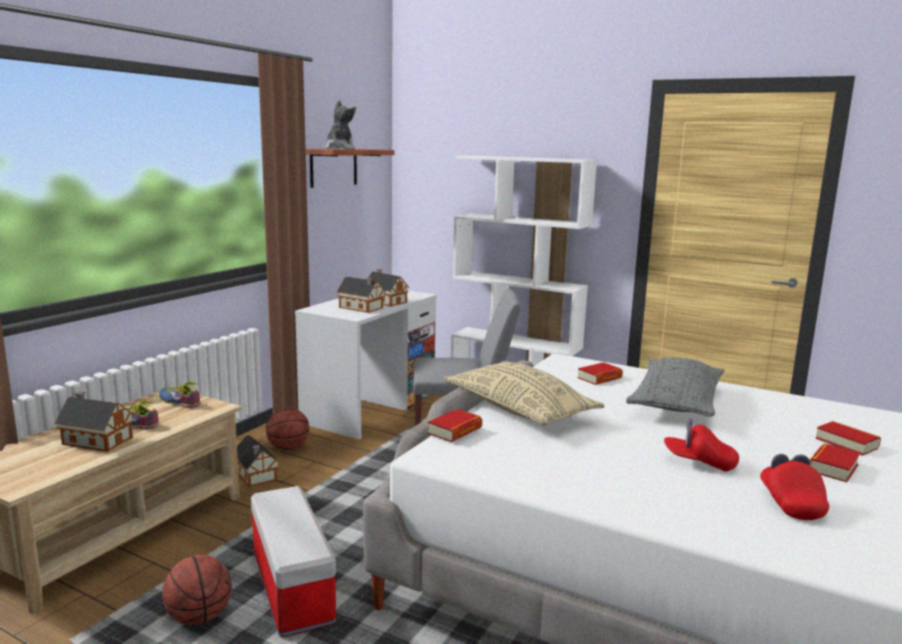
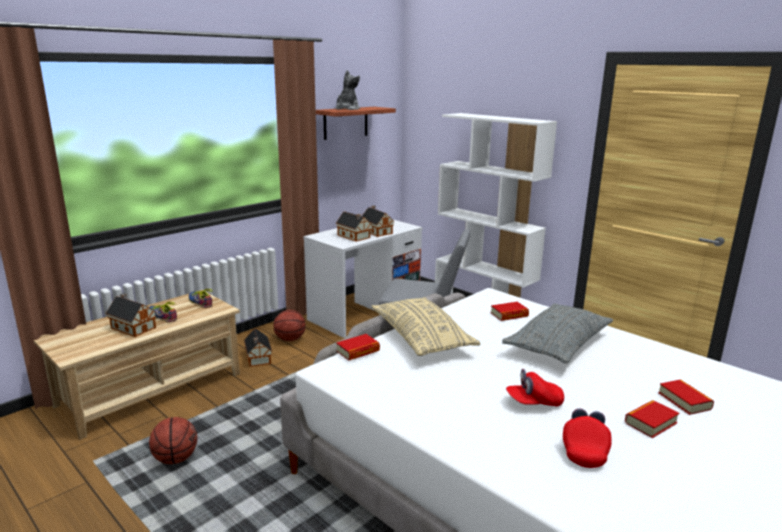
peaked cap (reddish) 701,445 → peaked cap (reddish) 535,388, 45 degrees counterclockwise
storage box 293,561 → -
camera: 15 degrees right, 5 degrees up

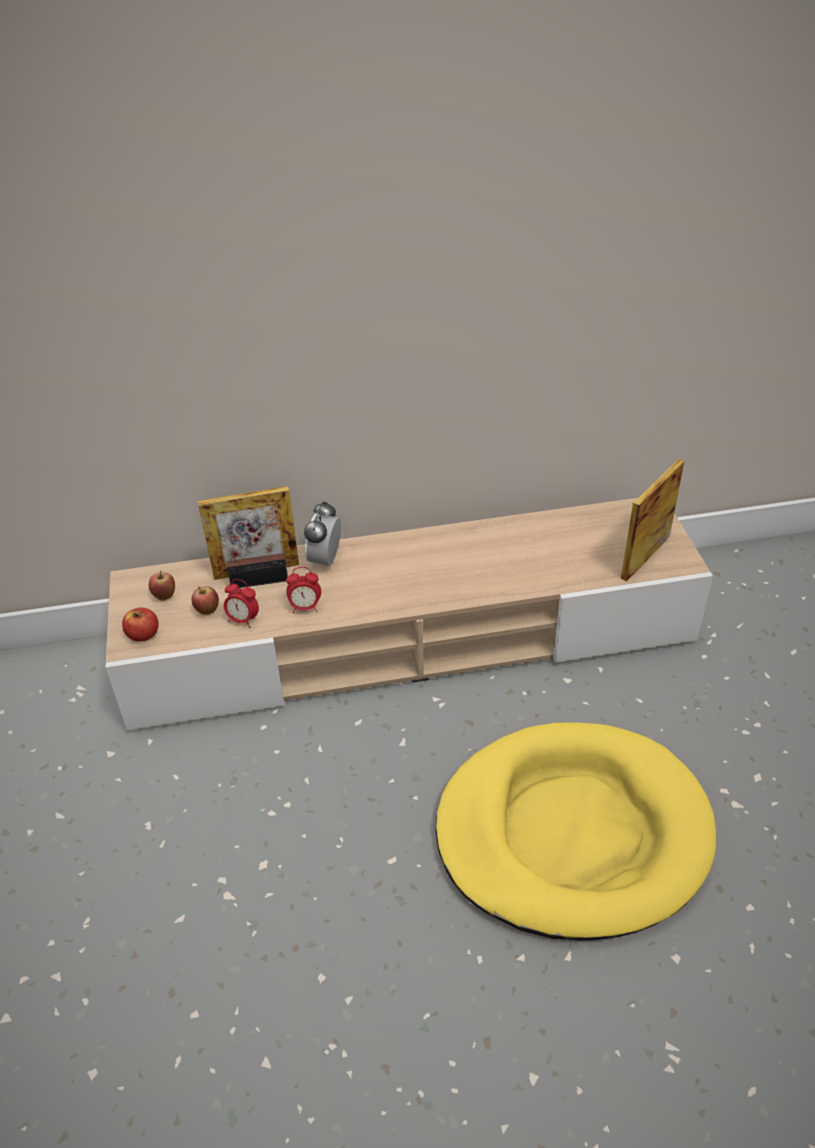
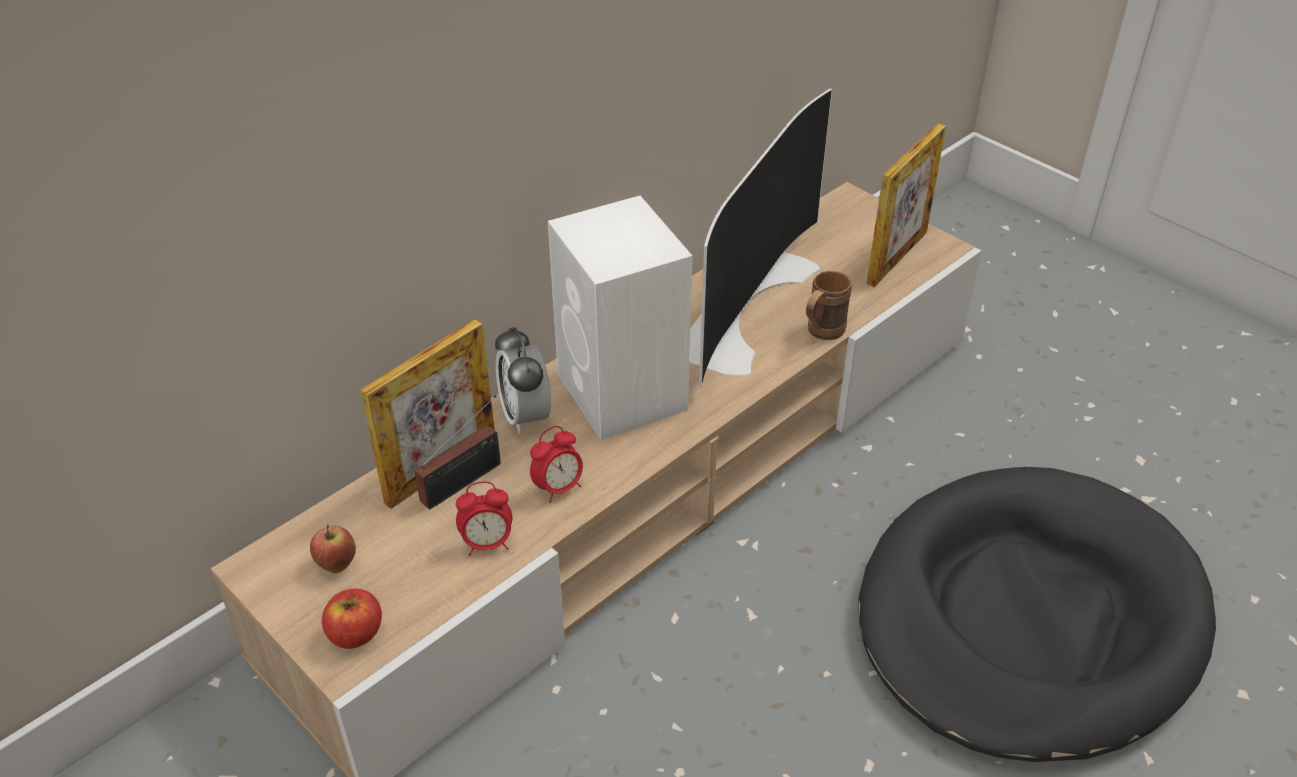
- → speaker (white-coloured) 620,318
- → television 760,238
- → tea mug (brownish) 828,305
pet bed (yellow) 576,831 → pet bed (blackish) 1037,614
picture frame 653,520 → picture frame 906,205, 150 degrees counterclockwise
apple 205,600 → -
camera: 35 degrees left, 0 degrees up

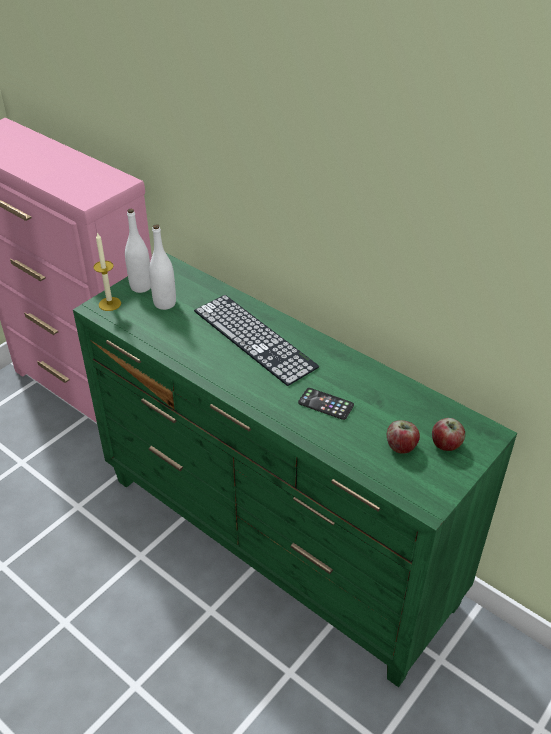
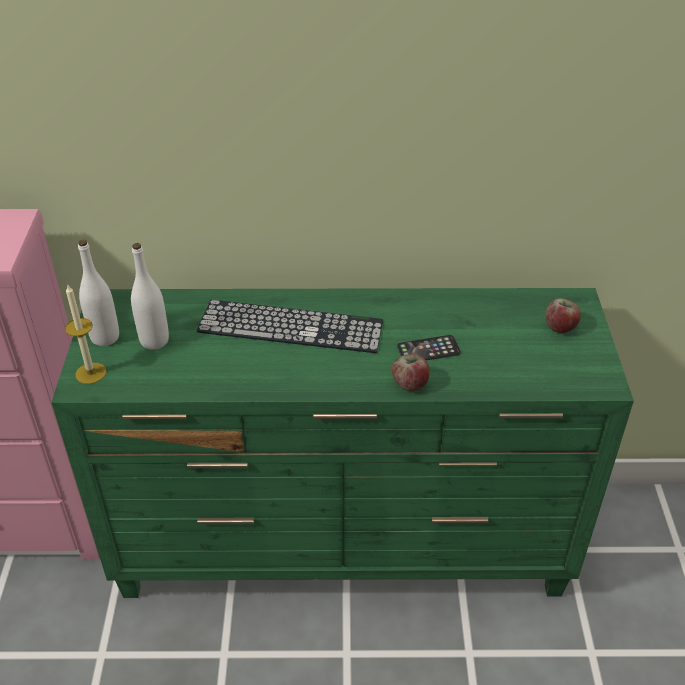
apple 403,437 → apple 411,372, relocated
camera: 40 degrees left, 0 degrees up

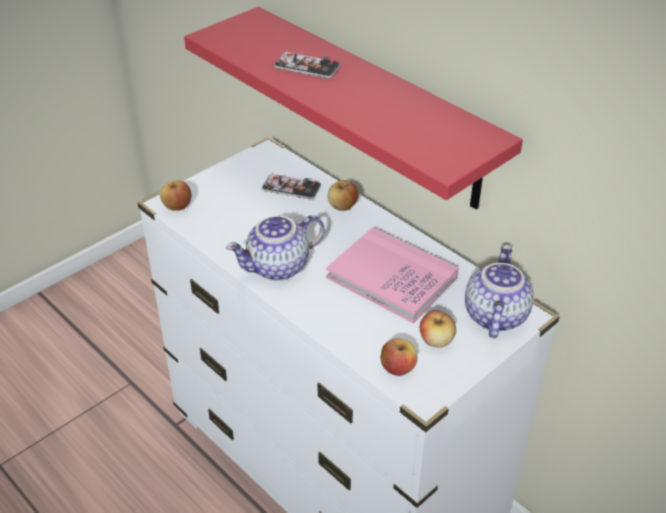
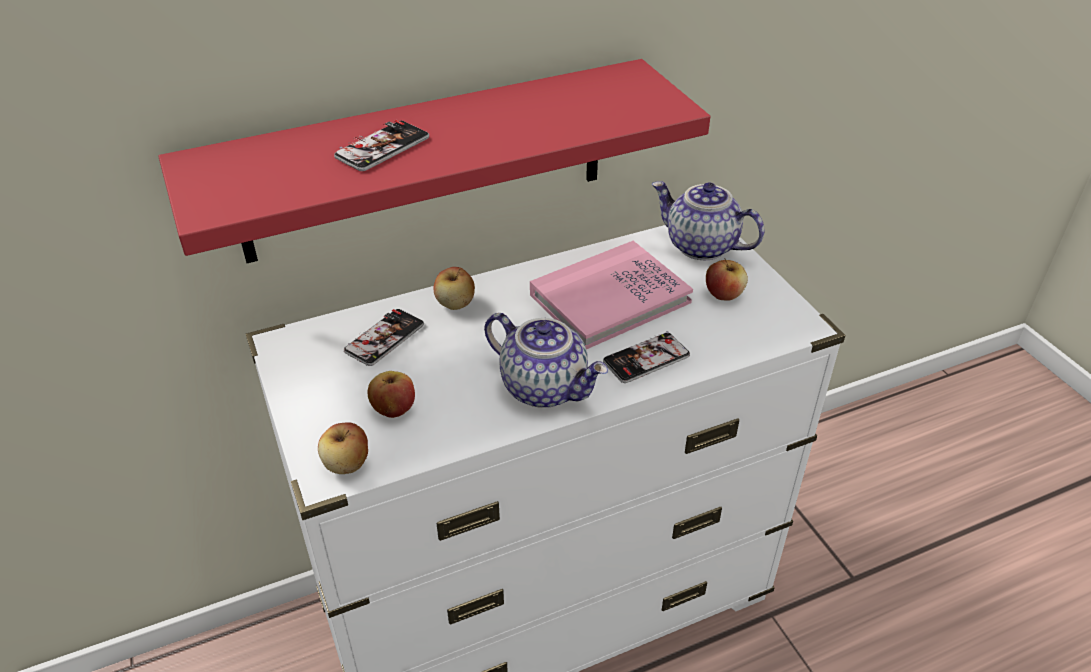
apple 399,357 → apple 391,394, relocated
tea pot 275,248 → tea pot 546,360, 45 degrees counterclockwise
- → phone 646,357
camera: 70 degrees left, 0 degrees up

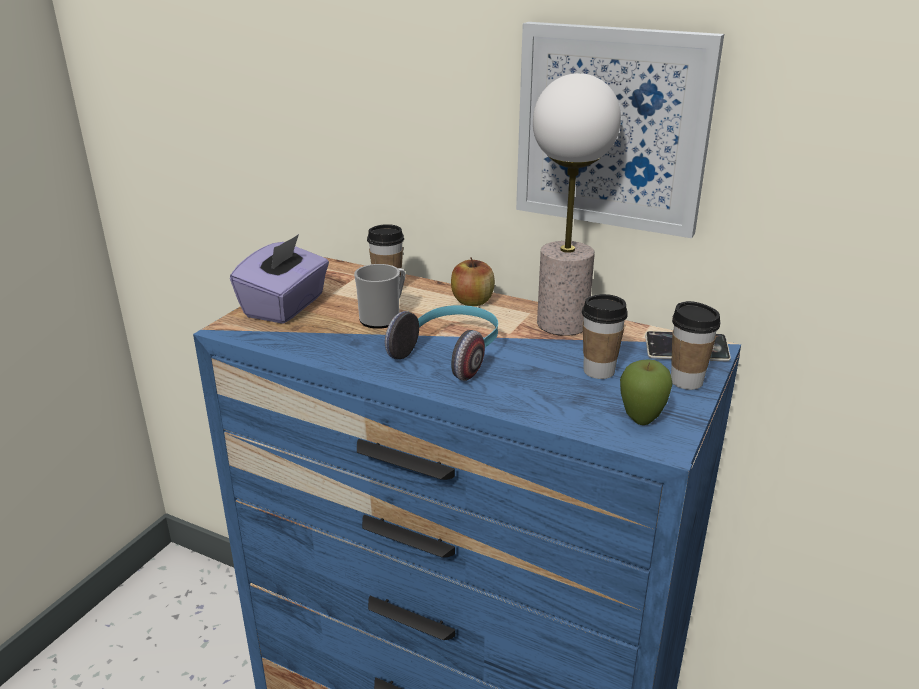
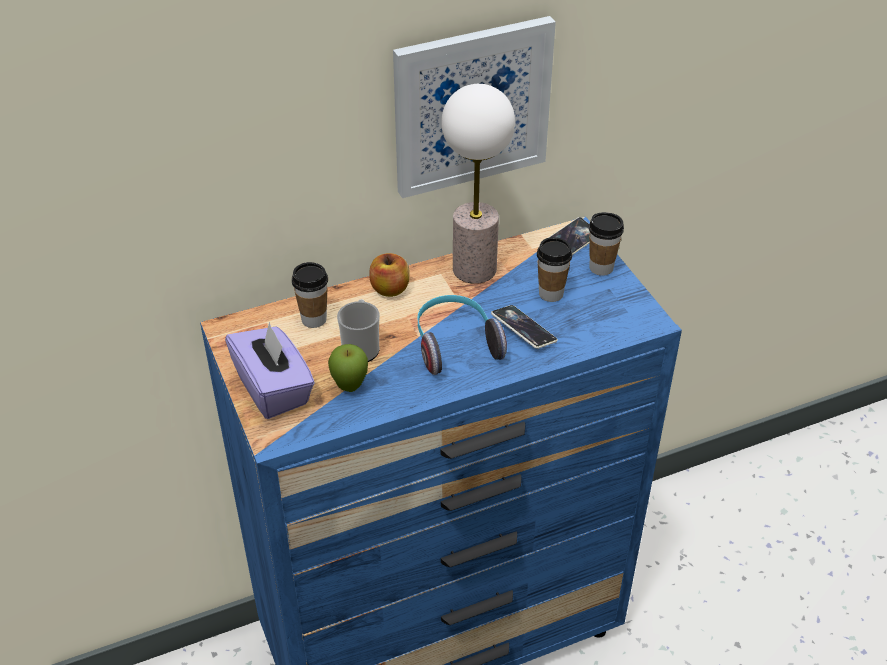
apple 646,392 → apple 348,368, relocated
- → phone 524,327
camera: 50 degrees left, 15 degrees up

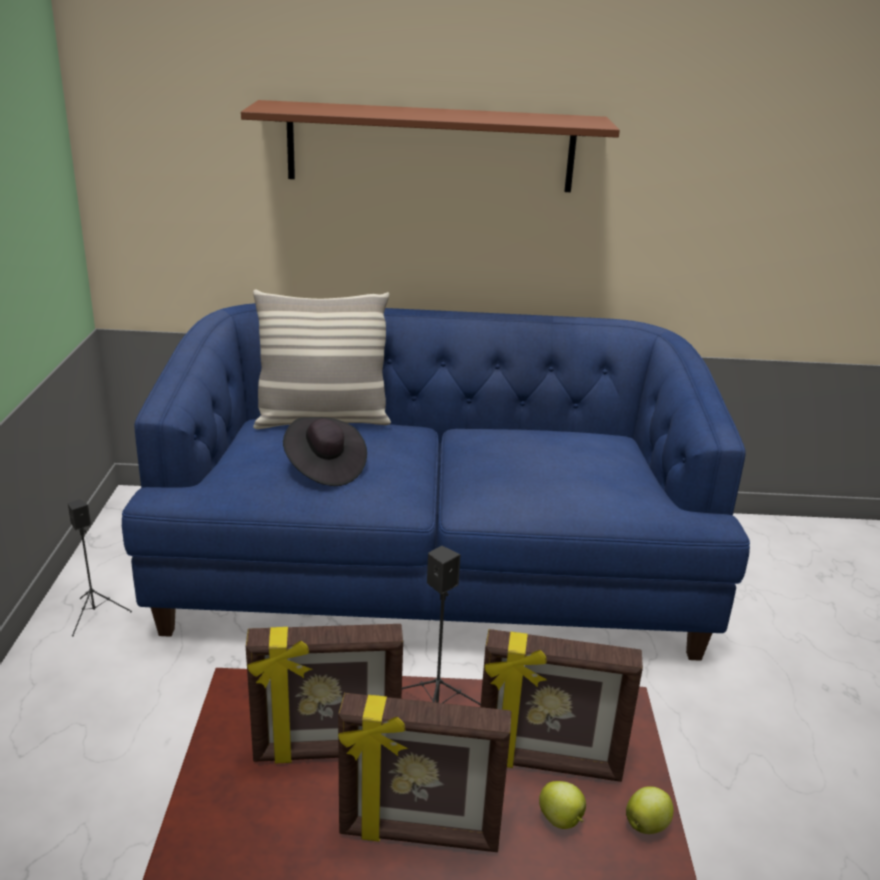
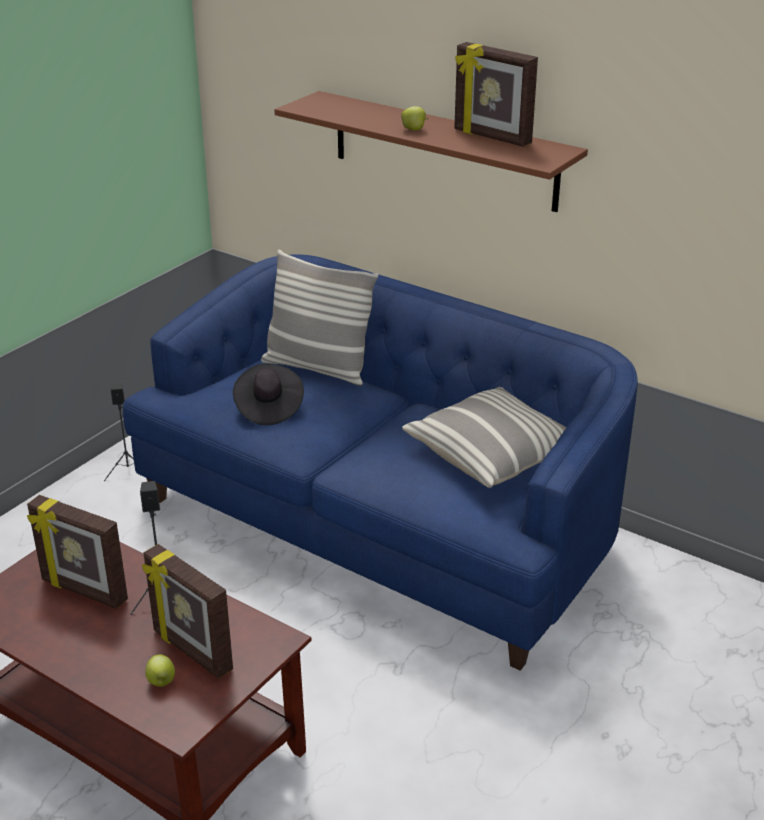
apple 650,810 → apple 414,118, relocated
- → cushion 484,437
picture frame 424,772 → picture frame 496,94, relocated
camera: 35 degrees right, 5 degrees up

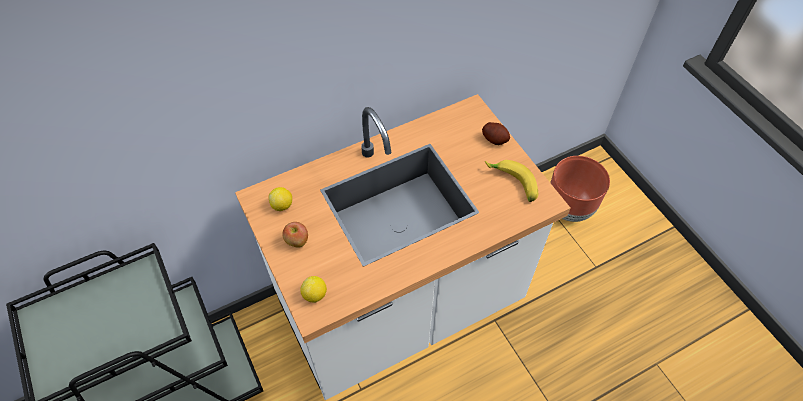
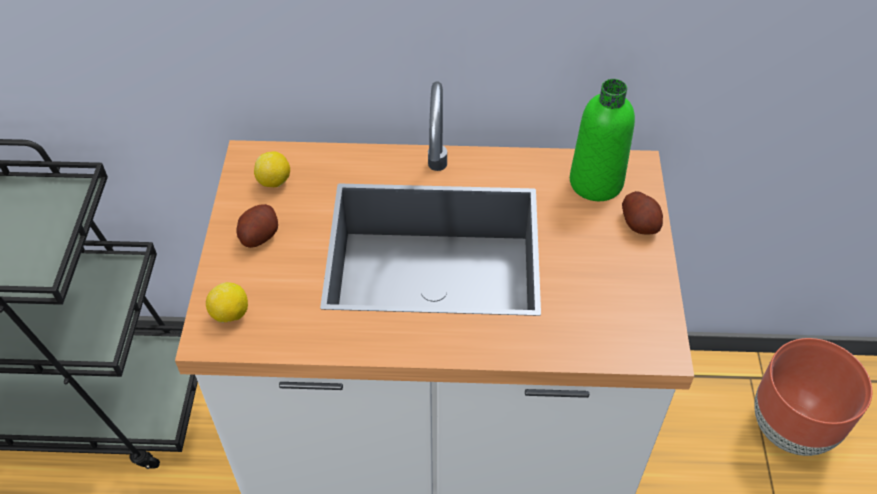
apple 295,235 → whole potato 257,226
- → drink bottle (green-coloured) 602,140
whole banana 511,181 → -
camera: 30 degrees right, 5 degrees down

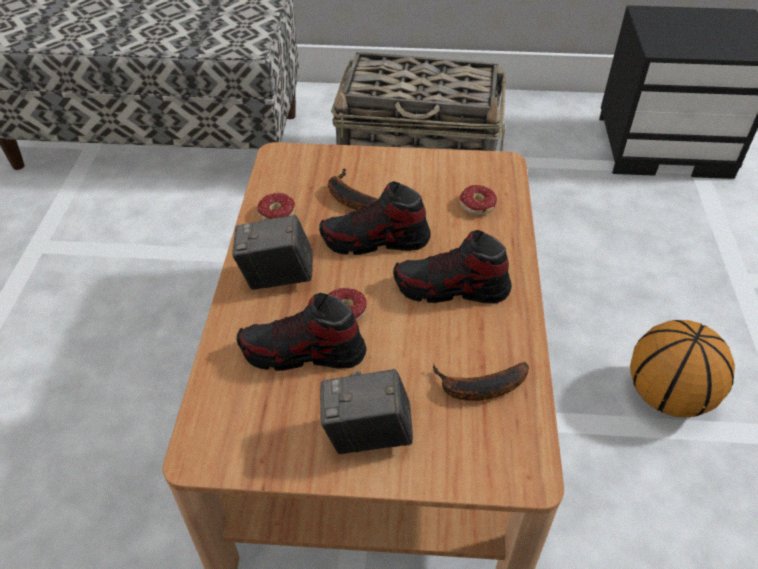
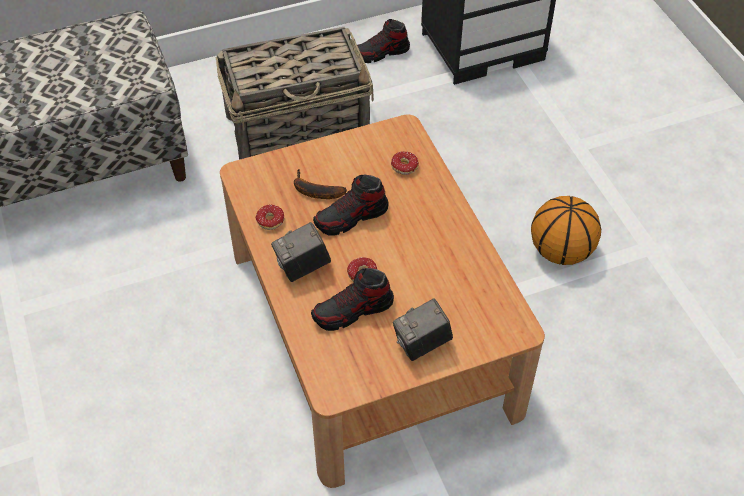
low shoe 452,266 → low shoe 383,41, relocated
whole banana 481,381 → -
camera: 25 degrees left, 5 degrees up

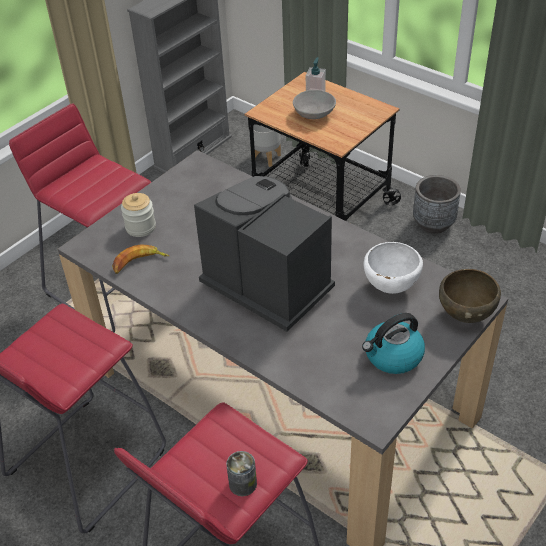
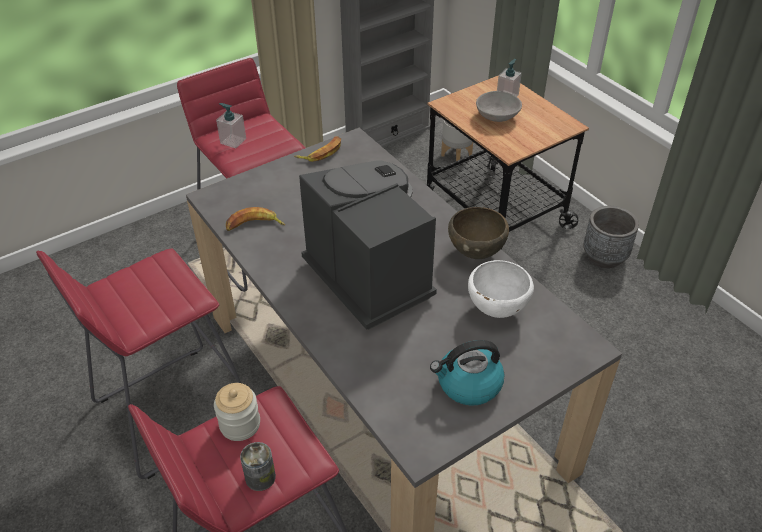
jar 138,215 → jar 237,412, relocated
- → liquid soap bottle 231,125
- → whole banana 317,149
bowl (brownish) 470,296 → bowl (brownish) 478,233, relocated
camera: 15 degrees right, 0 degrees up

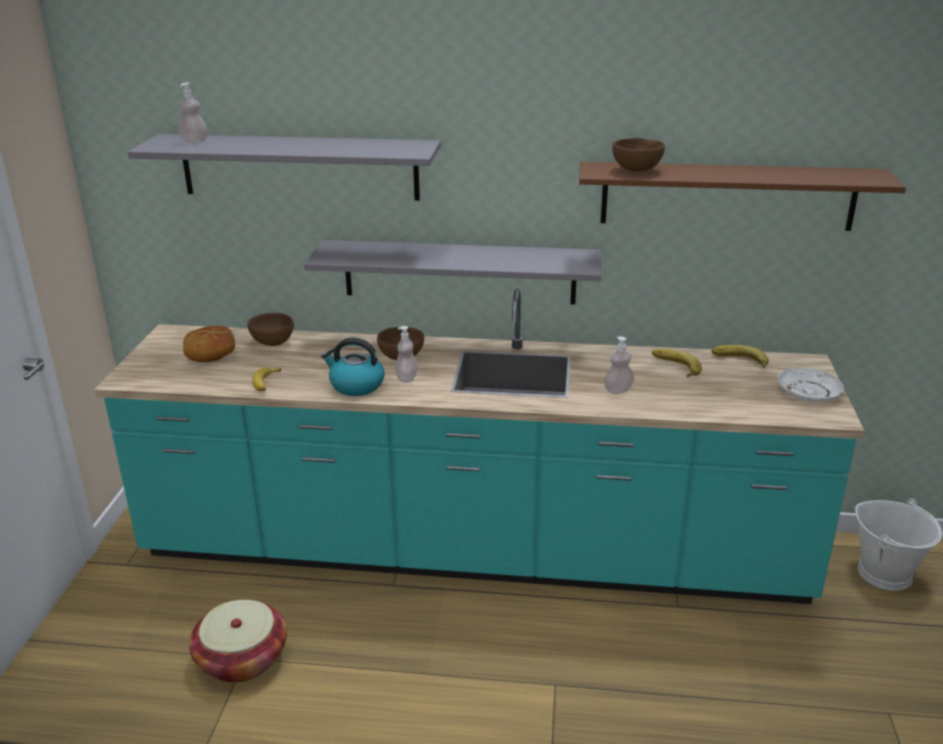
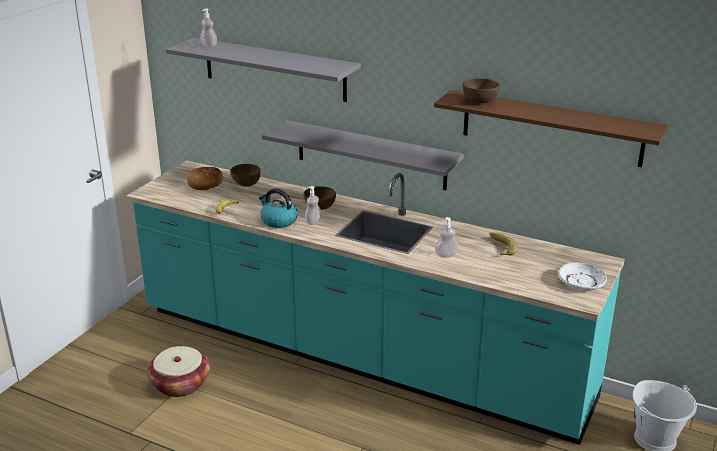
whole banana 740,356 → -
camera: 20 degrees right, 0 degrees up

